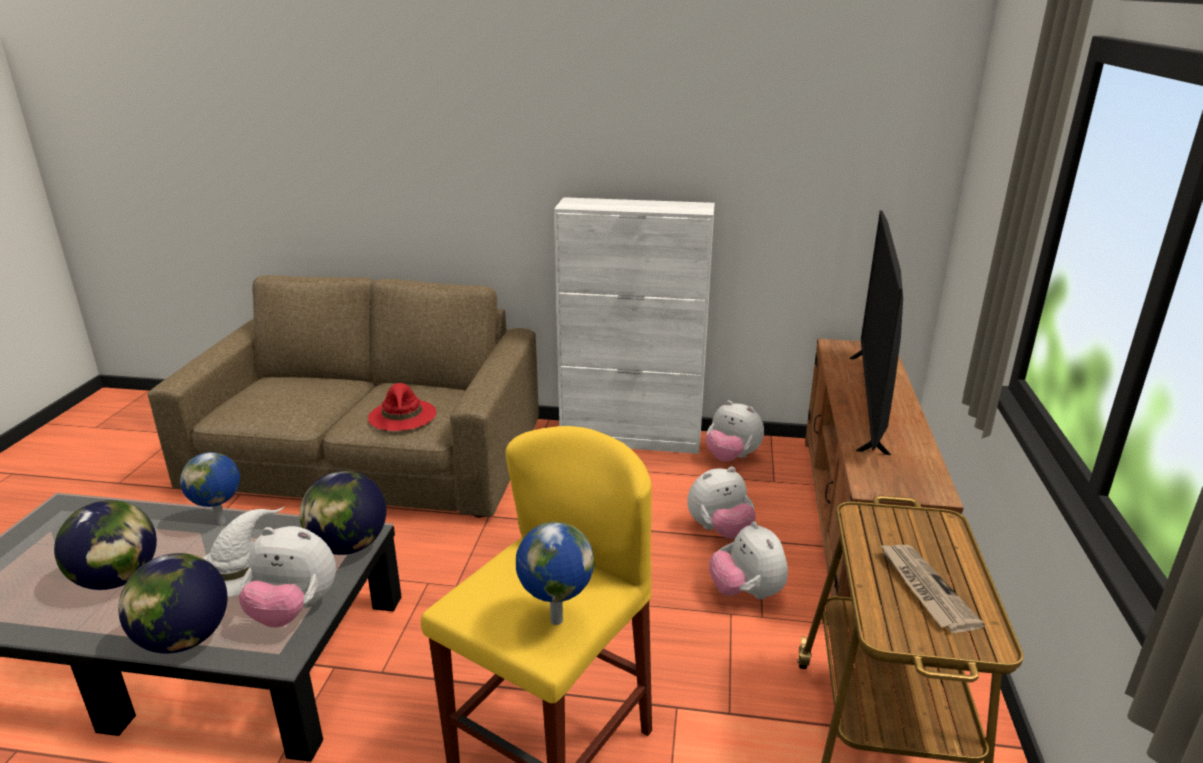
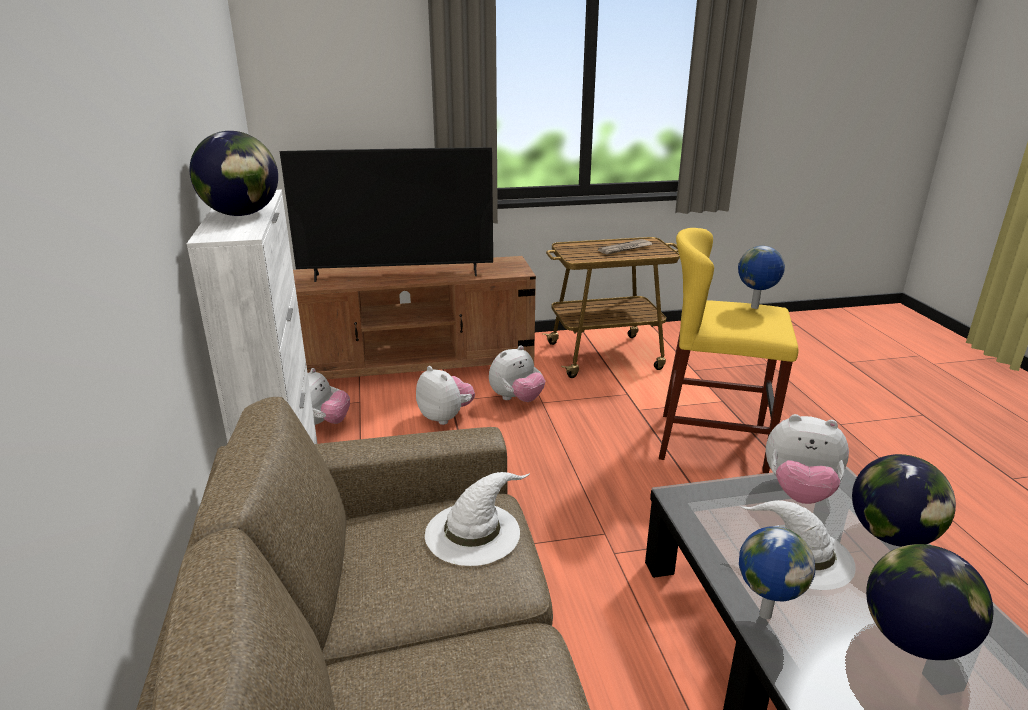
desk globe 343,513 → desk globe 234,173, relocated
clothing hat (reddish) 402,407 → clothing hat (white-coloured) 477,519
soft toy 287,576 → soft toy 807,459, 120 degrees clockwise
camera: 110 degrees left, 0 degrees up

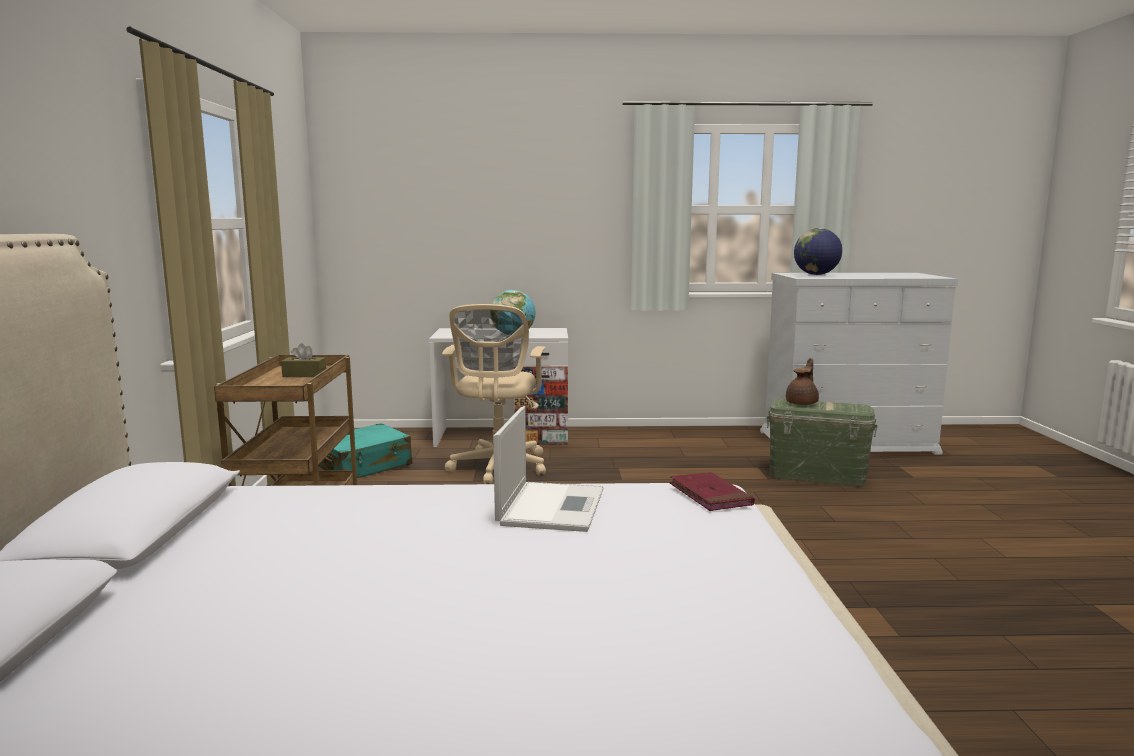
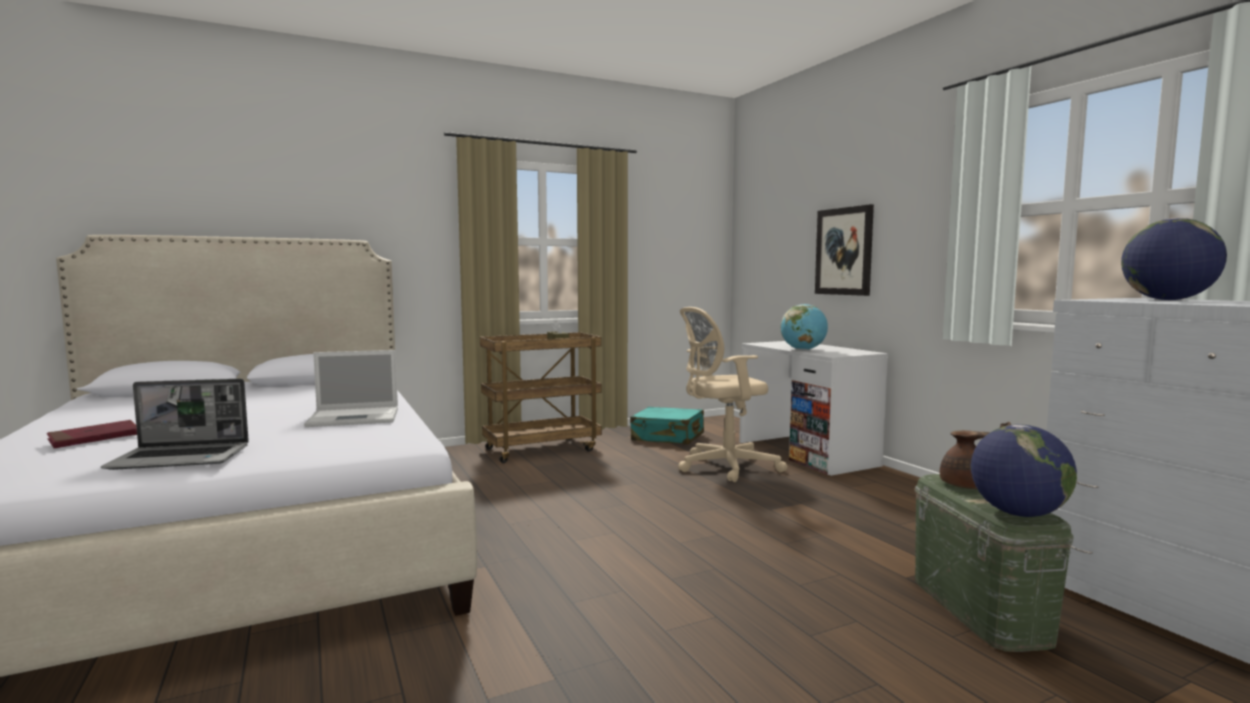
volume (reddish) 712,491 → volume (reddish) 92,434, relocated
- → portable computer 175,424
- → wall art 844,250
- → desk globe 1024,471
camera: 65 degrees right, 5 degrees down

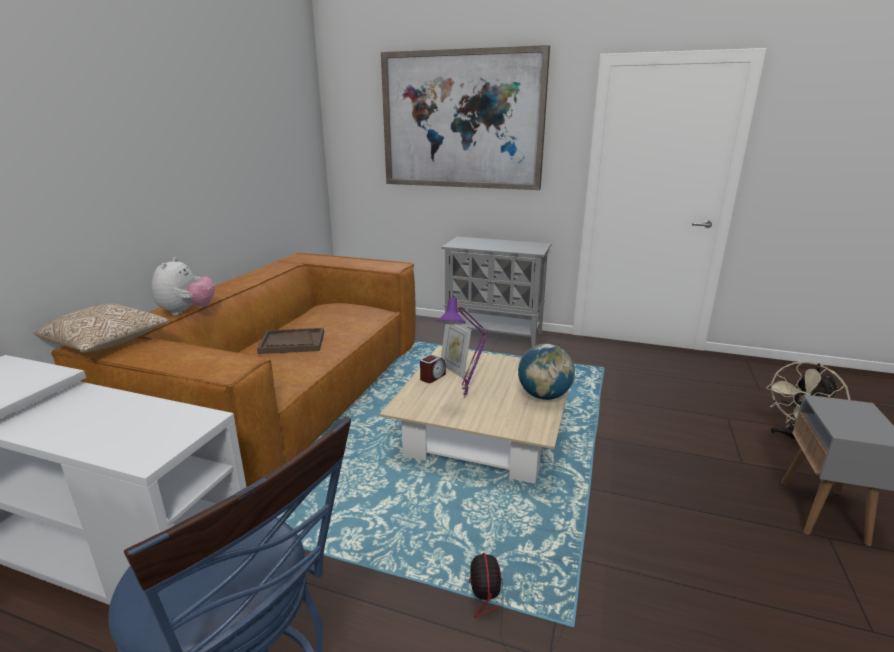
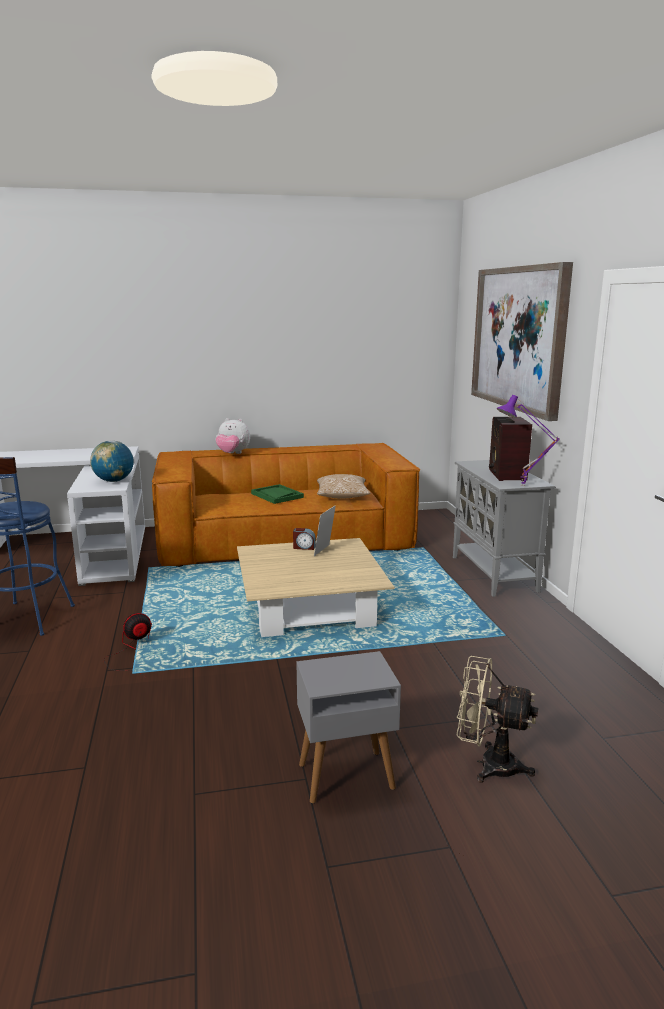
desk globe 546,372 → desk globe 112,461, relocated
soft toy 183,286 → soft toy 233,436, 45 degrees clockwise
carrying tray (brownish) 290,341 → carrying tray (green-coloured) 277,494
cushion 102,327 → cushion 344,486, relocated
- → radio set 510,449
tabletop lamp (purplish) 463,347 → tabletop lamp (purplish) 528,440, relocated
camera: 60 degrees right, 5 degrees down

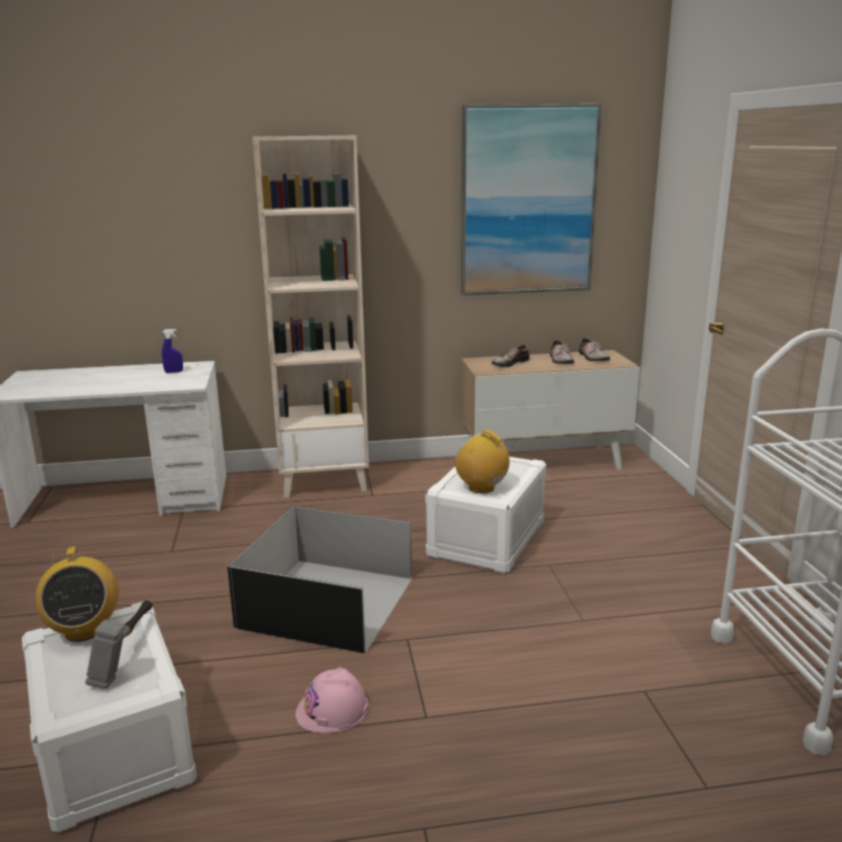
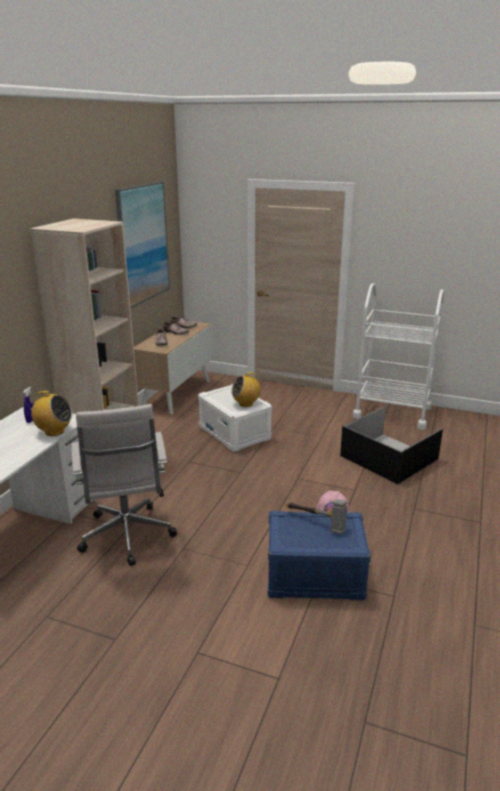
radio set 77,594 → radio set 49,413, relocated
- → desk chair (white-coloured) 124,485
storage box (white-coloured) 109,717 → storage box (bluish) 319,555
storage box (blackish) 320,579 → storage box (blackish) 391,445, relocated
camera: 60 degrees left, 5 degrees up

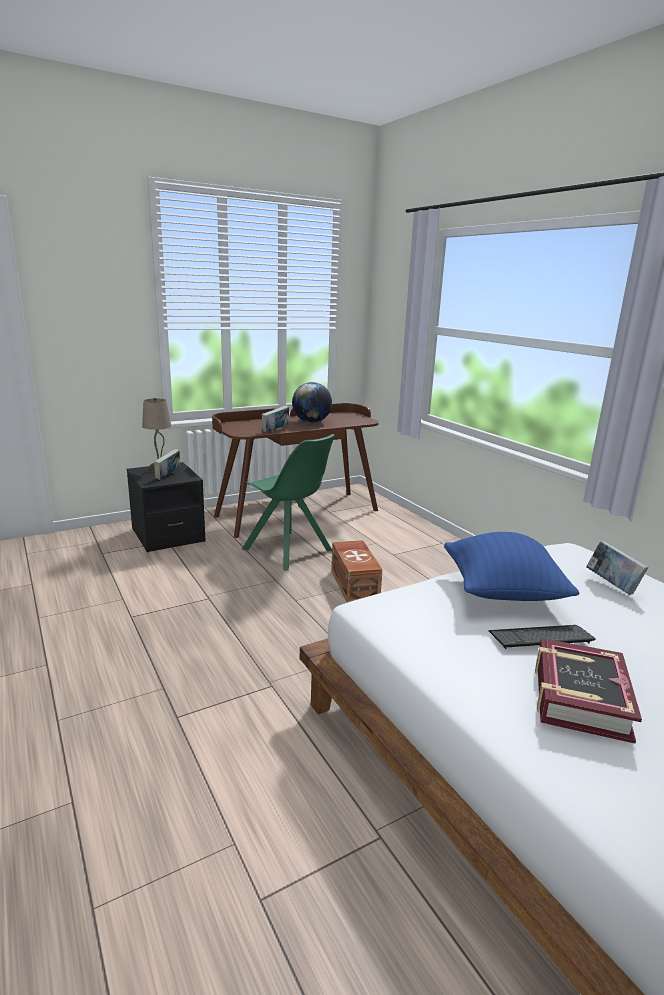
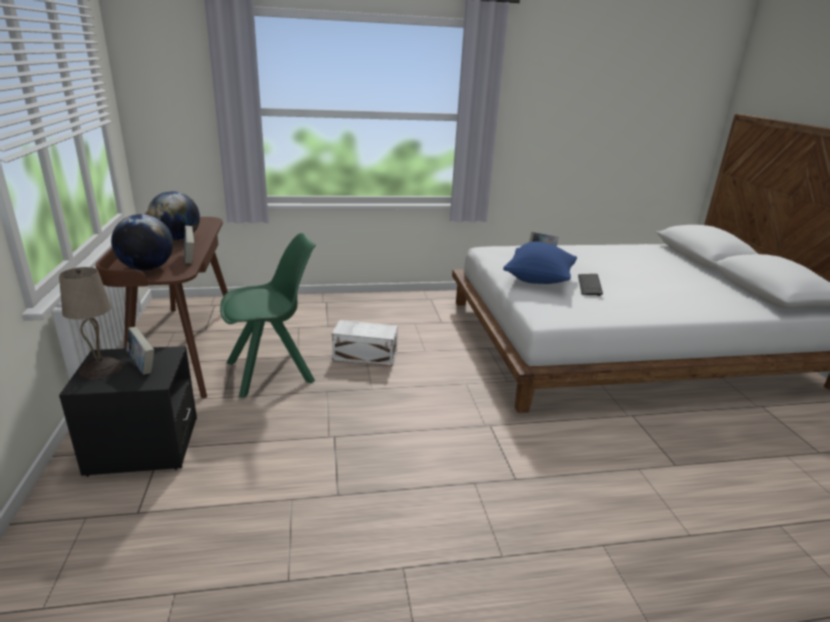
- → desk globe 142,242
storage box (brownish) 357,571 → storage box (white-coloured) 365,343
volume 588,690 → -
camera: 70 degrees left, 5 degrees up

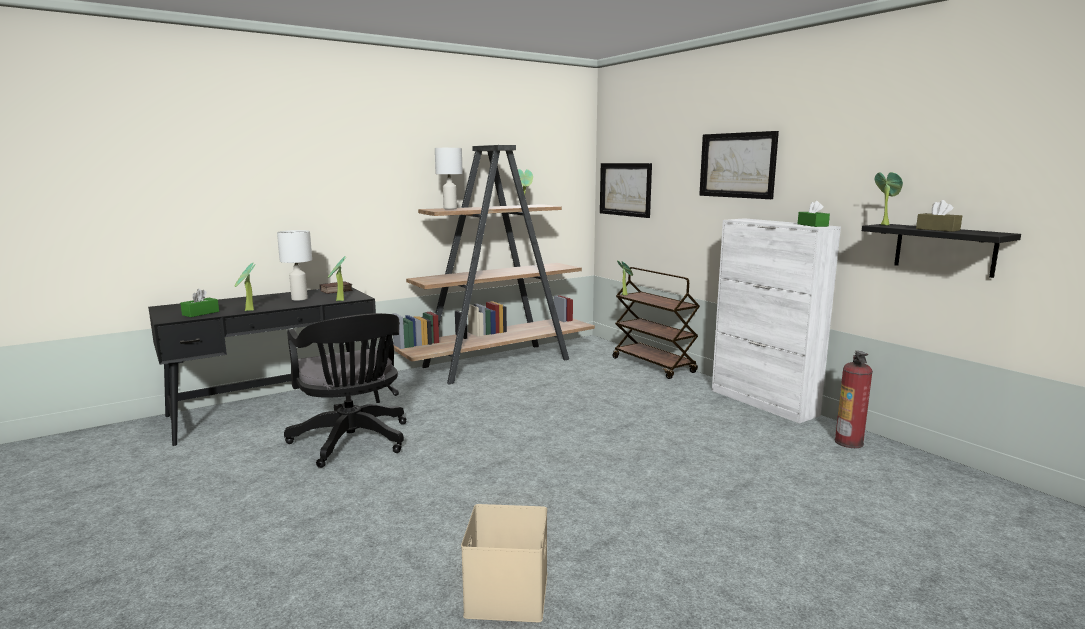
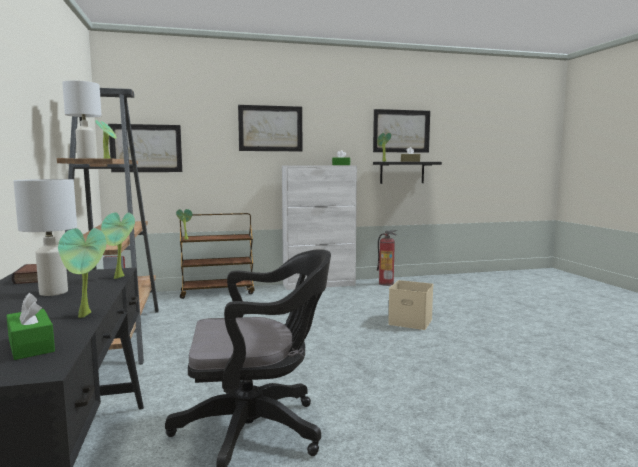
- → wall art 401,131
storage box (sand-coloured) 504,563 → storage box (sand-coloured) 410,305, relocated
camera: 70 degrees left, 5 degrees down

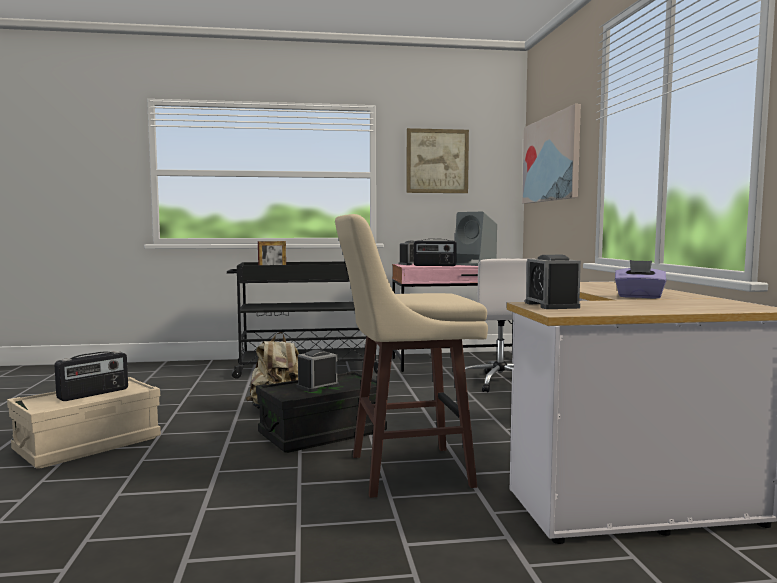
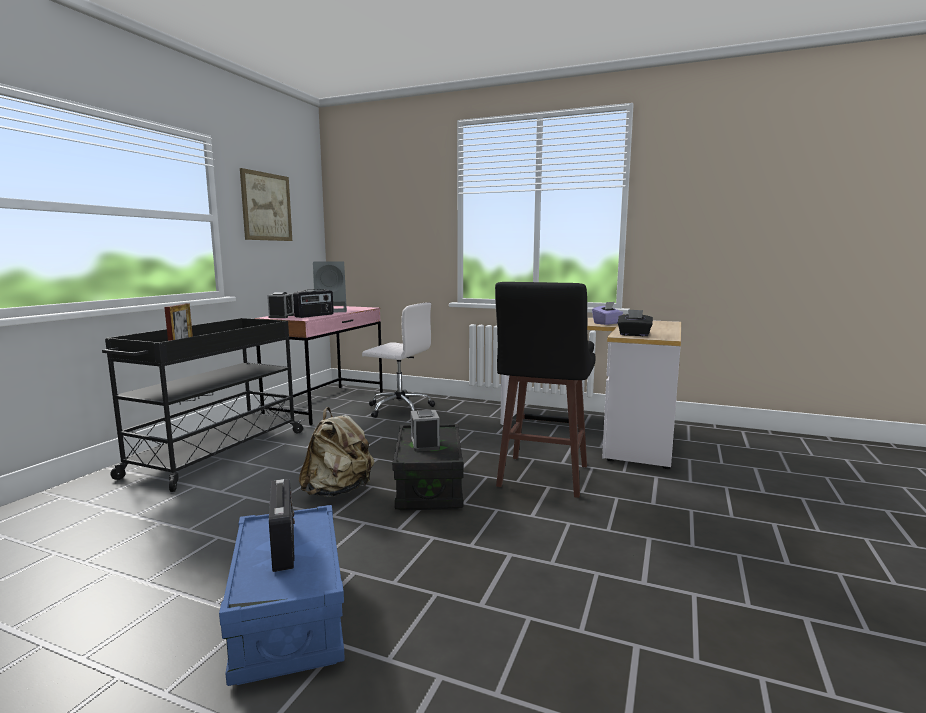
storage box (sand-coloured) 84,423 → storage box (bluish) 282,595
stool (sand-coloured) 411,356 → stool (blackish) 545,390
alarm clock 553,282 → box of tissues (blackish) 635,322
wall art 551,154 → -
camera: 60 degrees left, 5 degrees up

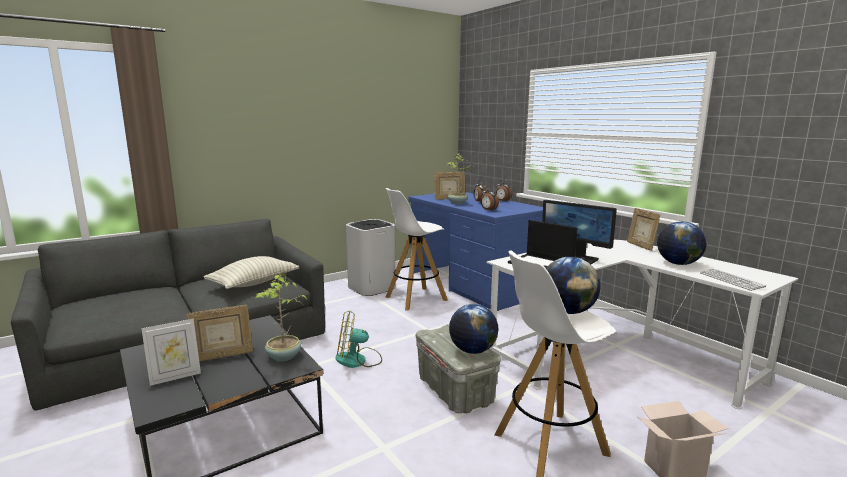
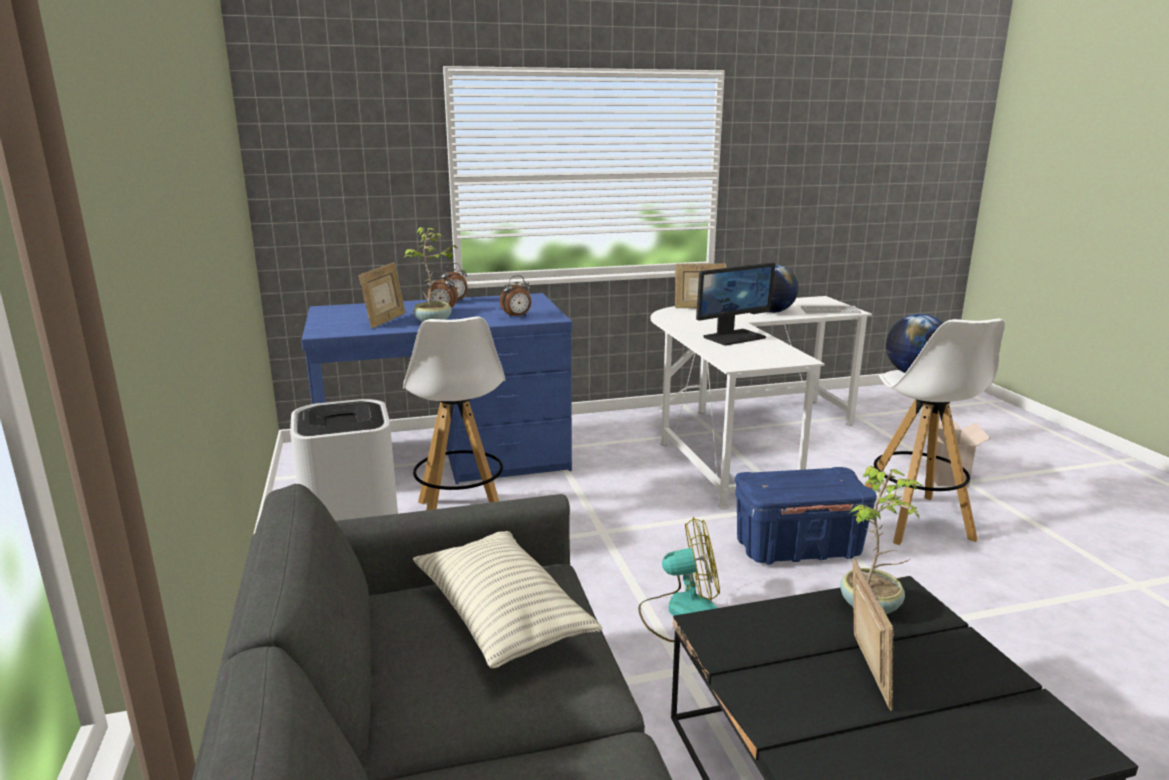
fan 359,339 → fan 679,579, 105 degrees counterclockwise
storage box (grey) 458,368 → storage box (bluish) 806,516
picture frame 171,352 → -
desk globe 473,329 → -
portable computer 542,244 → -
camera: 70 degrees left, 5 degrees up

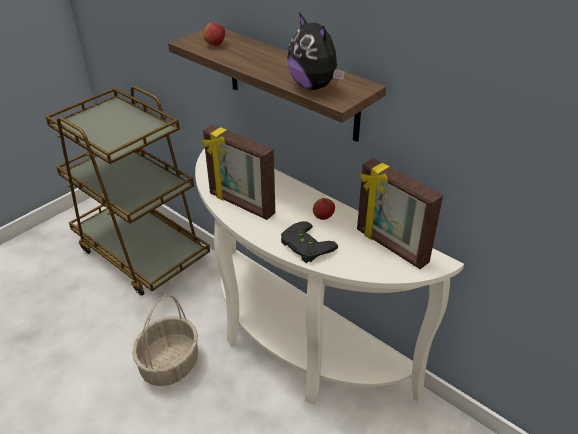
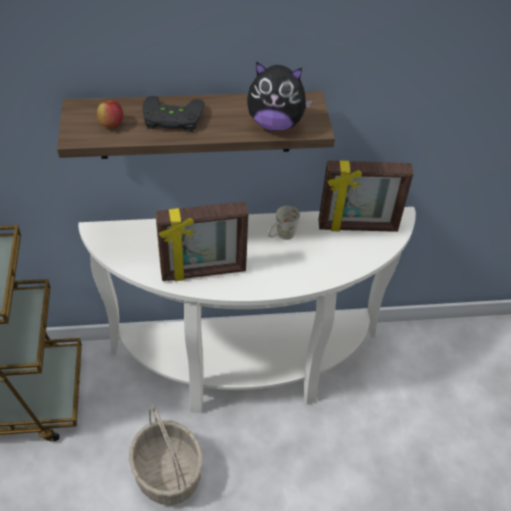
game controller (blackish) 309,242 → game controller (blackish) 173,114, relocated
apple 324,209 → tea mug (white-coloured) 284,223
camera: 50 degrees left, 10 degrees up

